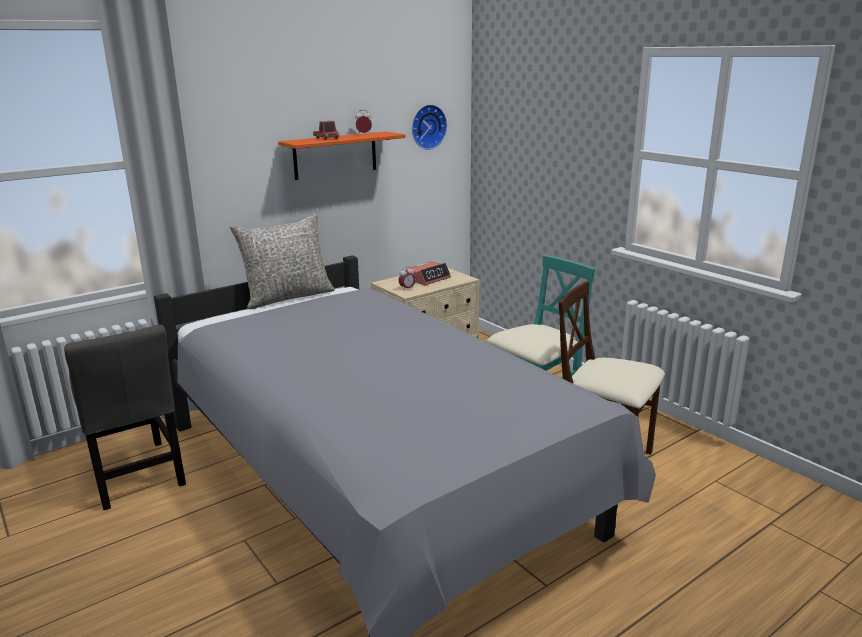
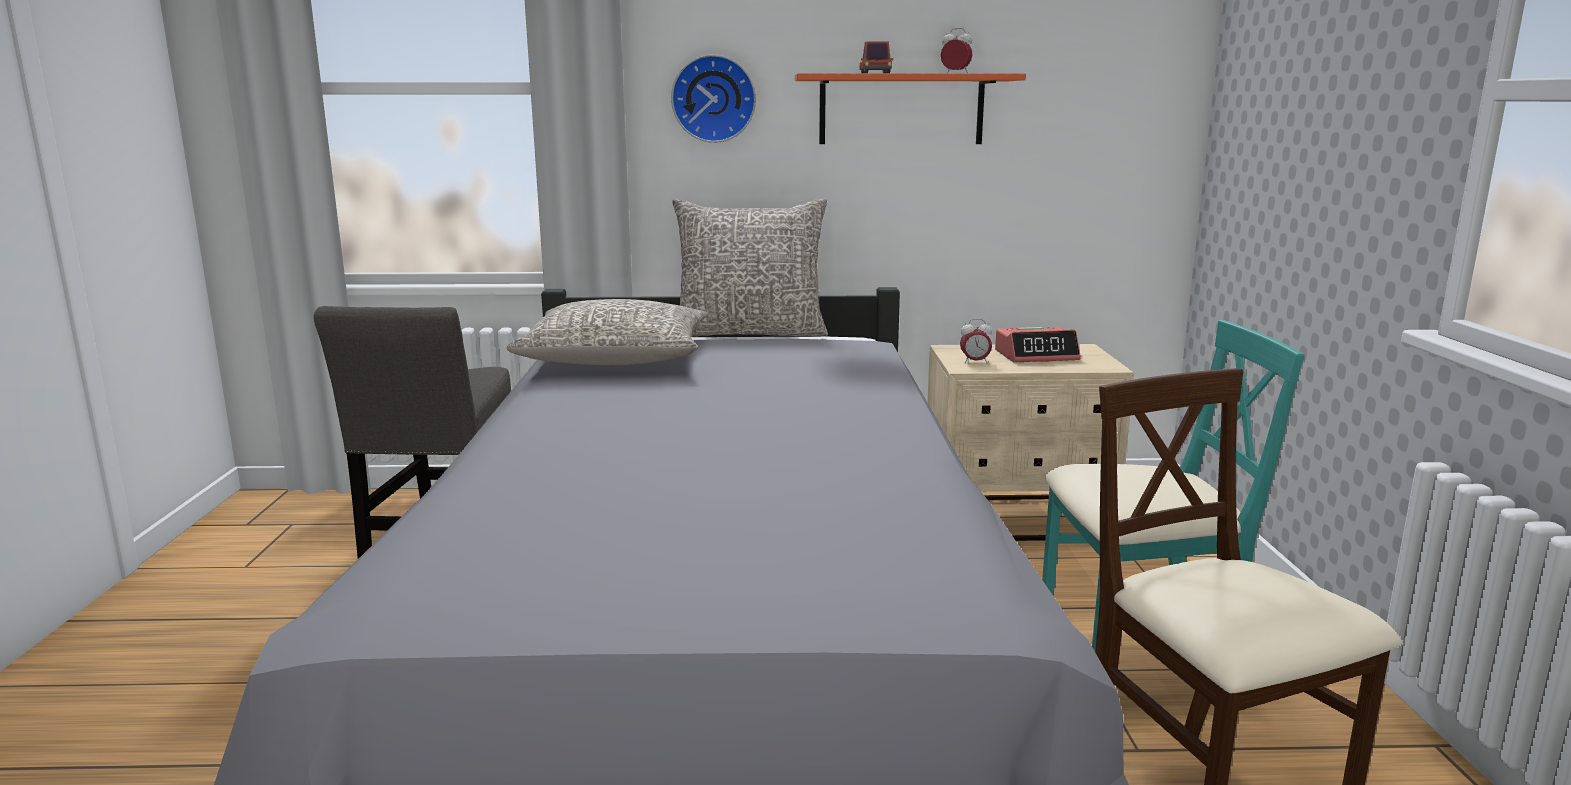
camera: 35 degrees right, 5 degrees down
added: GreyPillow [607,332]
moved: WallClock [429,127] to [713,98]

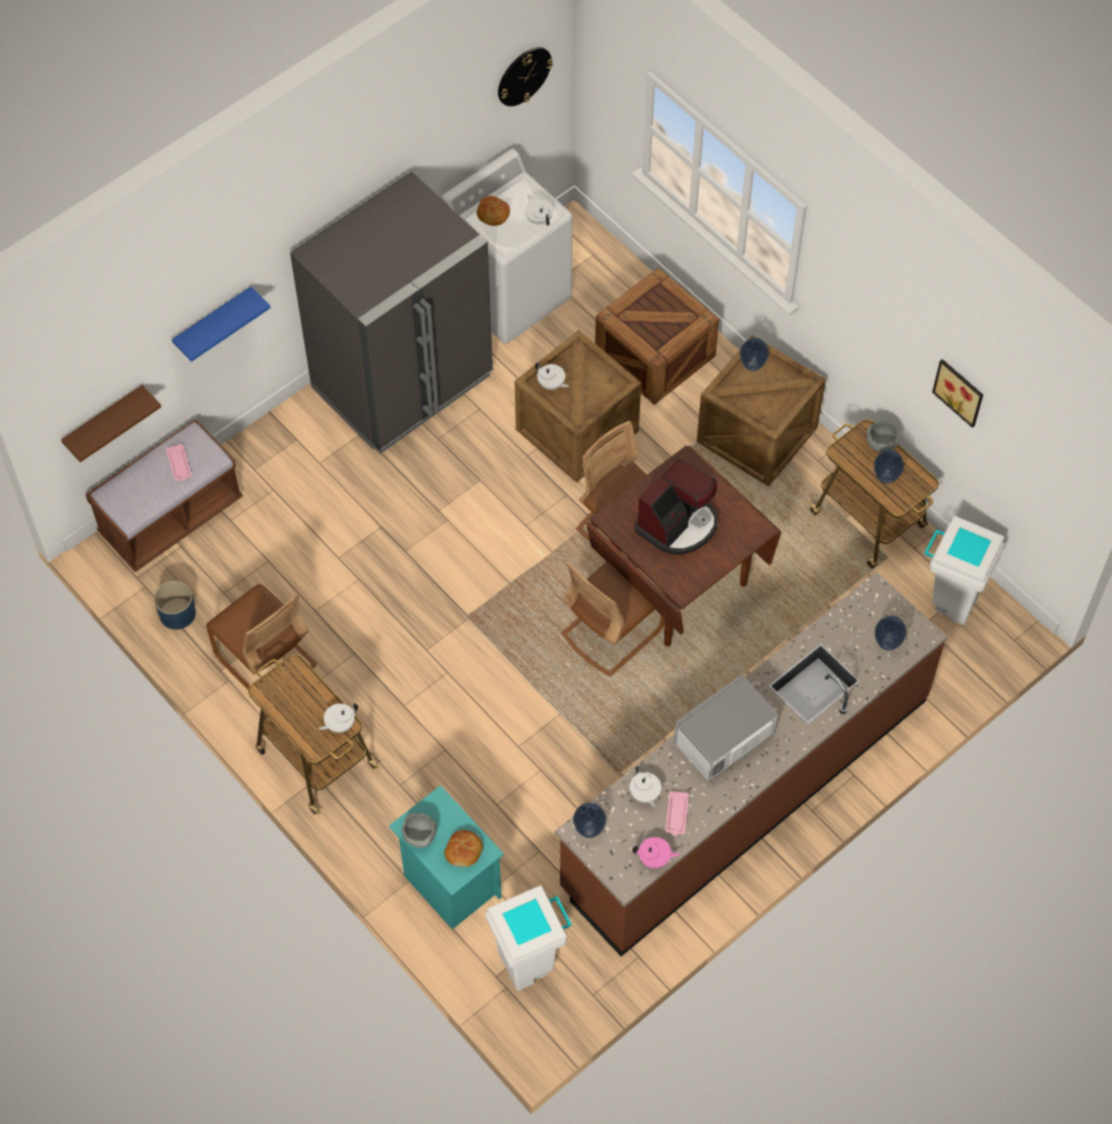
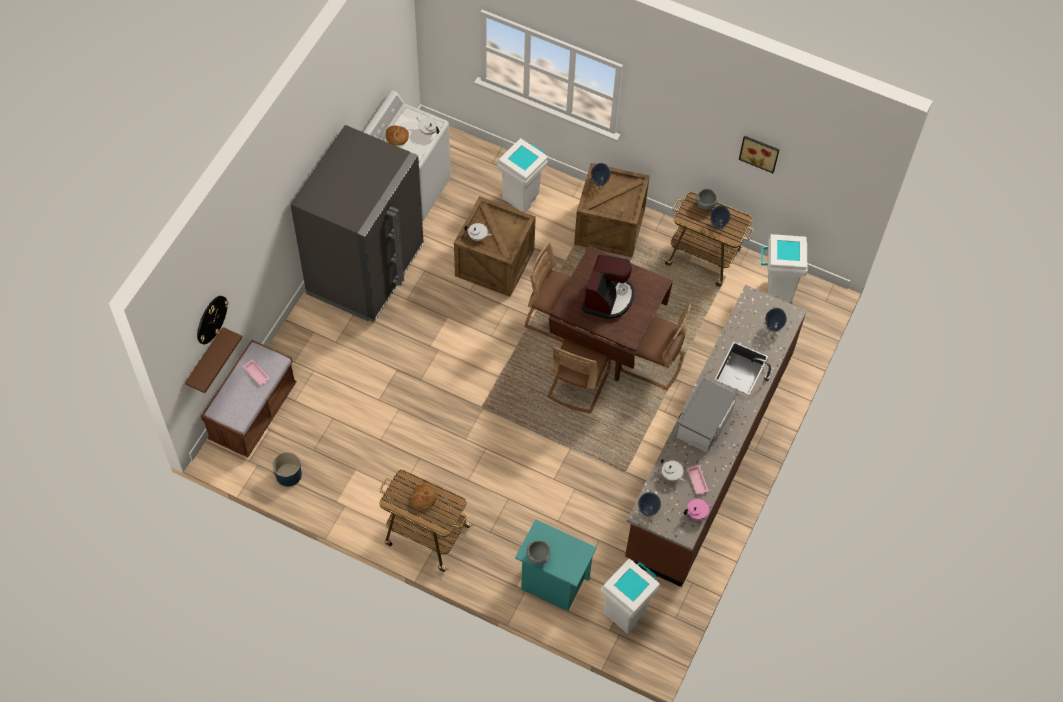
camera: 25 degrees left, 0 degrees up
removed: BlueShelf [221,324]; WhiteTeapot [338,718]
moved: BrownChair [261,642] to [656,346]; Bread [463,848] to [424,497]; WallClock [525,76] to [213,320]
replaced: Crate [657,336] to WhiteTrashCan [522,175]

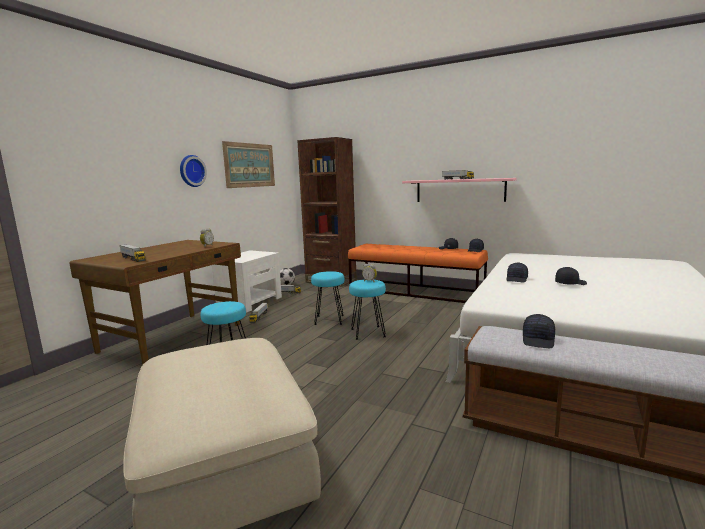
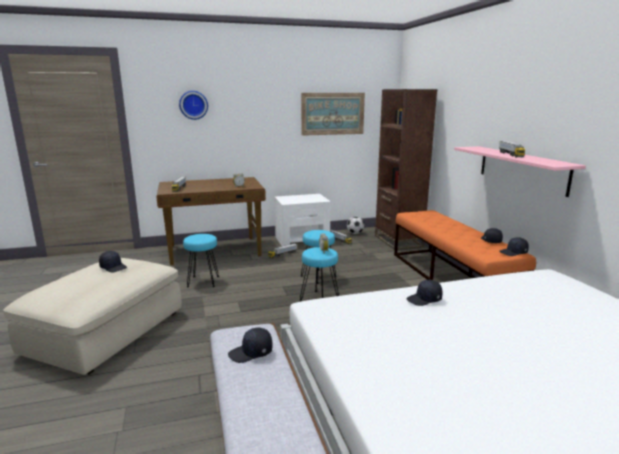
camera: 45 degrees right, 5 degrees up
moved: WallClock [193,171] to [193,105]; BlackCap [571,276] to [113,262]

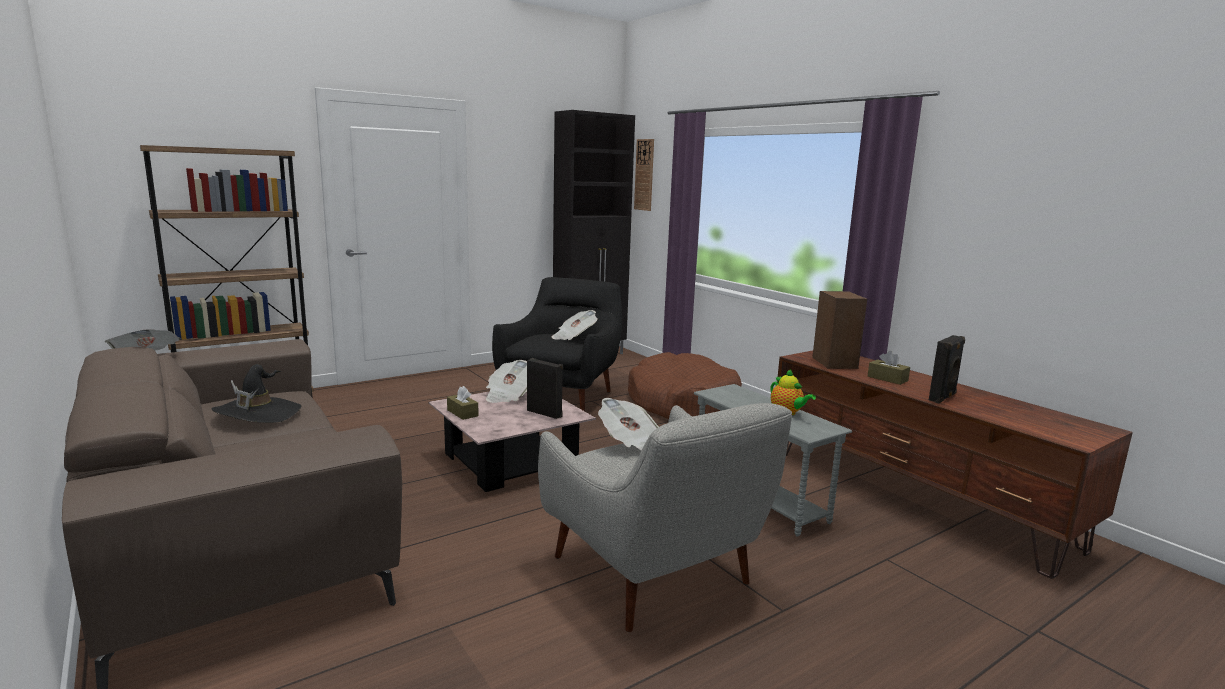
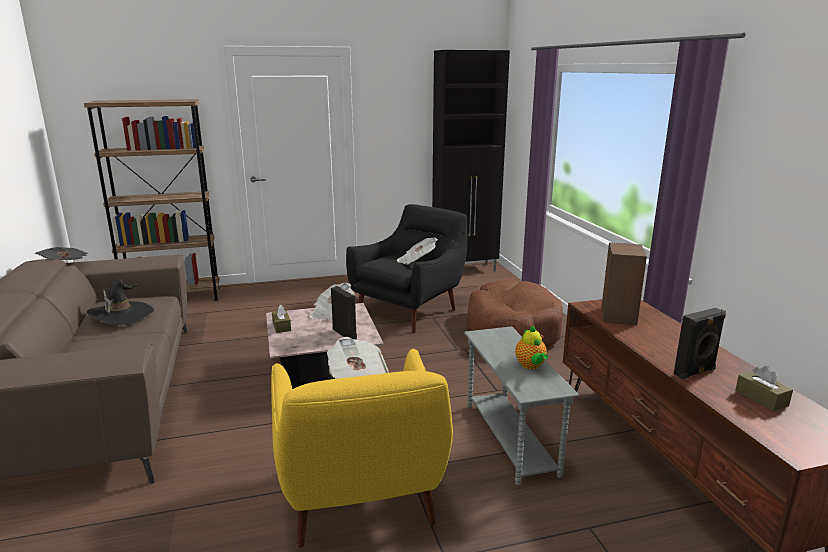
camera: 20 degrees right, 5 degrees up
removed: WallClock [644,175]
moved: BrownTissueBox [889,368] to [764,388]
recoloured: GreyArmchair [665,517] to YellowArmchair [362,448]

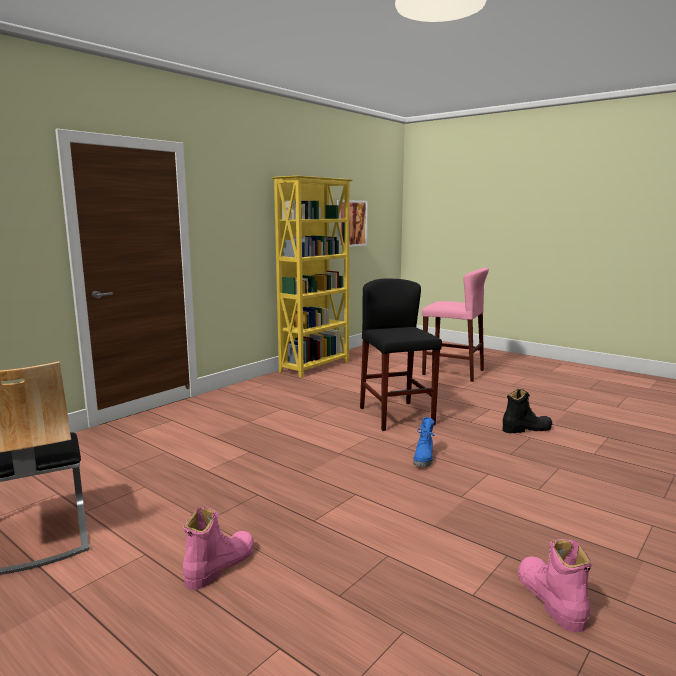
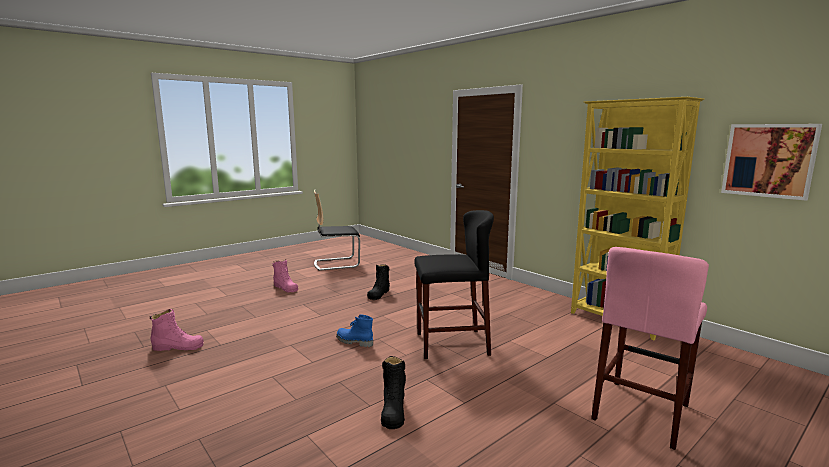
camera: 100 degrees right, 0 degrees up
added: BlackBoot [378,282]

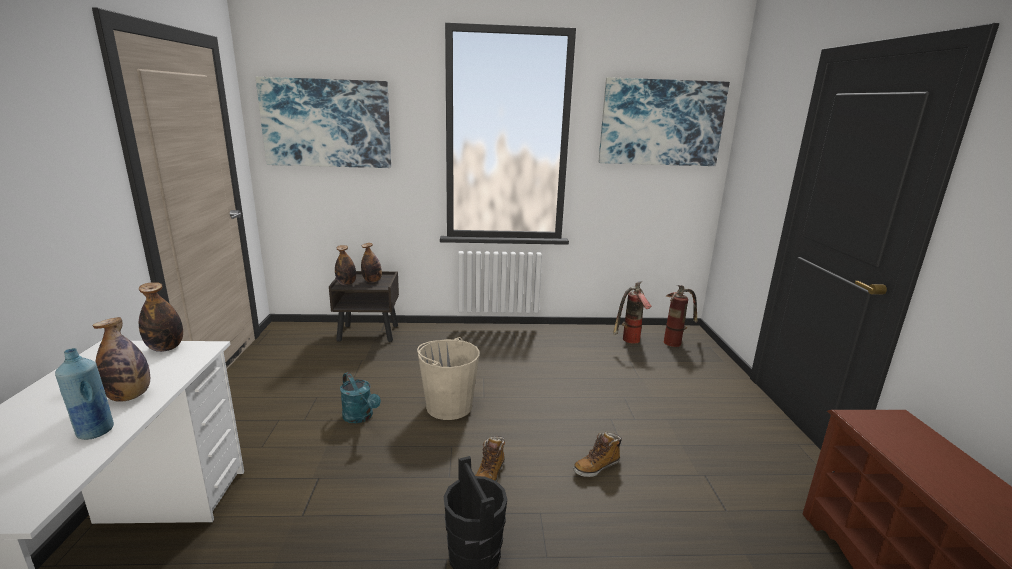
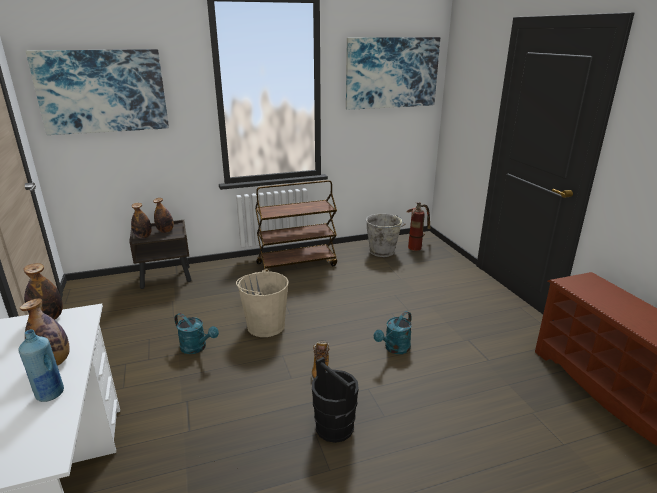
camera: 15 degrees left, 5 degrees up
added: BrownCart [296,225]
replaced: Boot [597,454] to TurquoiseWateringCan [393,332]; FireExtinguisher [632,312] to GreyBucket [386,235]

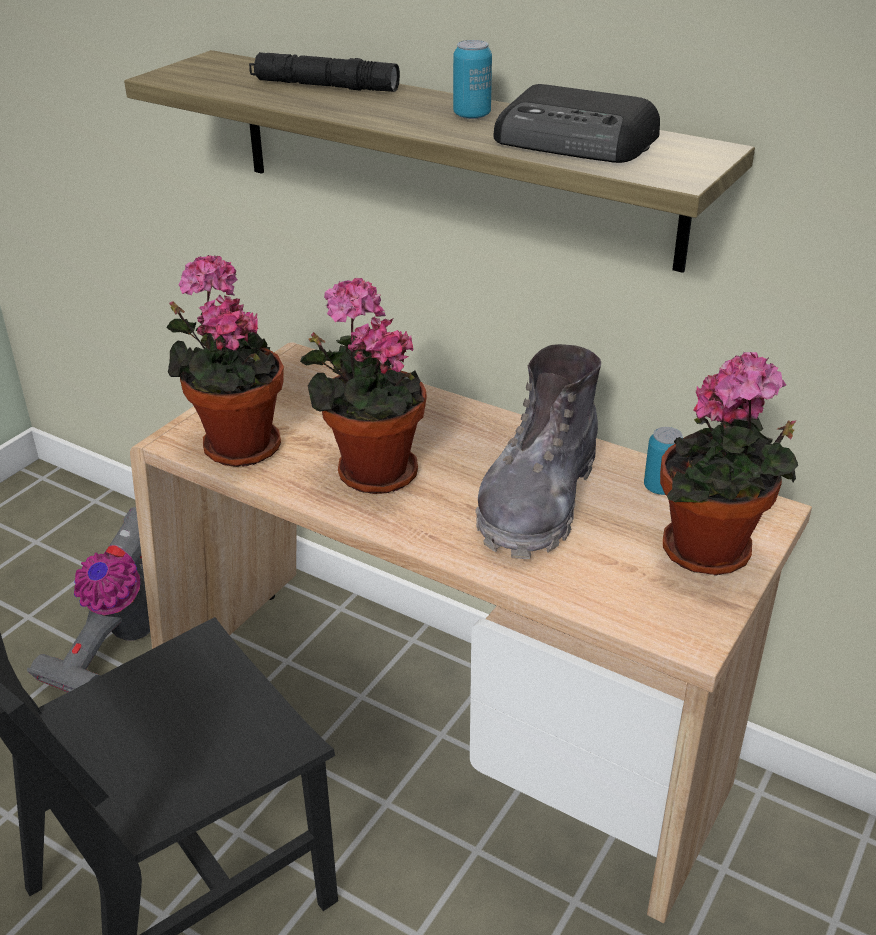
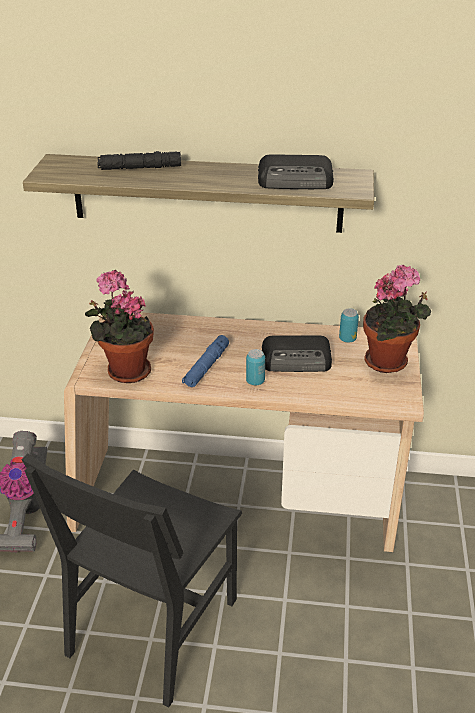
camera: 25 degrees left, 0 degrees up
moved: Can [472,79] to [255,367]
replaced: PottedPlant [363,386] to BlueFlashlight [205,361]; GreyBoot [538,451] to Radio [297,353]

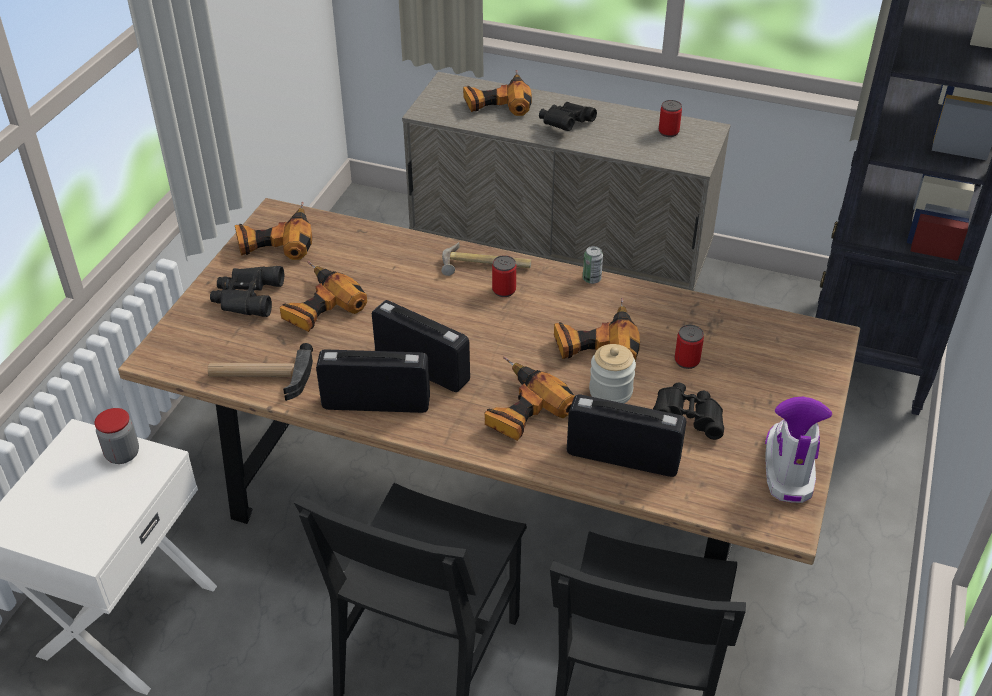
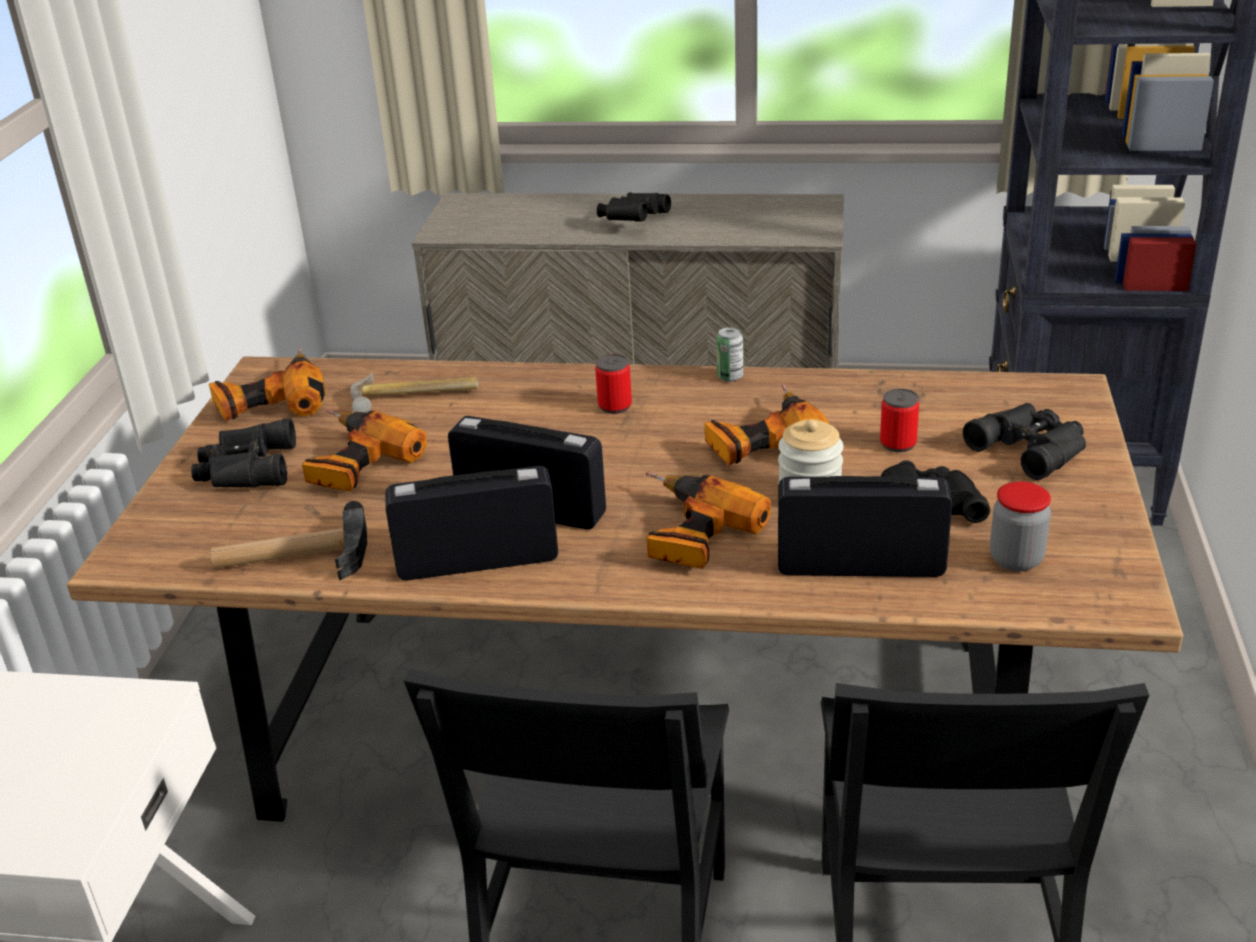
camera: 10 degrees left, 10 degrees down
removed: PowerDrill [497,93]; Can [670,118]; Boot [798,450]
added: BlackBinoculars [1024,441]
moved: Jar [117,436] to [1020,526]; Hammer [486,259] to [414,392]

